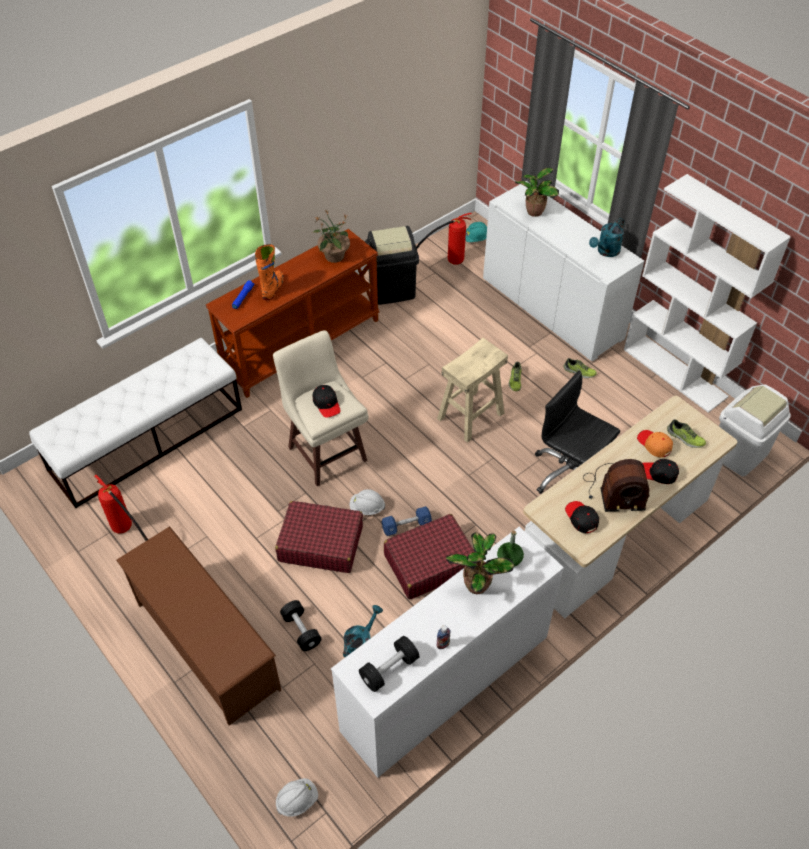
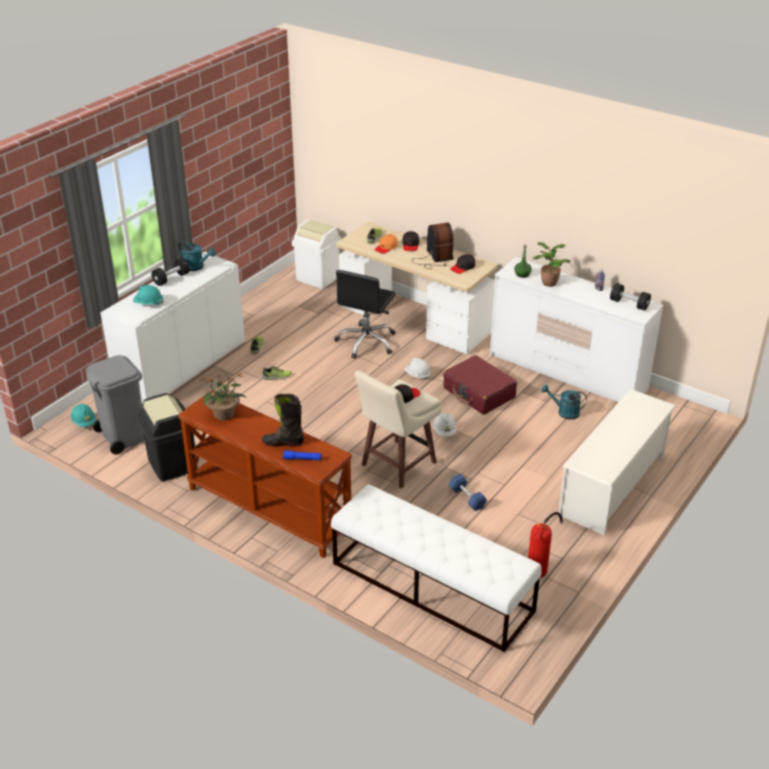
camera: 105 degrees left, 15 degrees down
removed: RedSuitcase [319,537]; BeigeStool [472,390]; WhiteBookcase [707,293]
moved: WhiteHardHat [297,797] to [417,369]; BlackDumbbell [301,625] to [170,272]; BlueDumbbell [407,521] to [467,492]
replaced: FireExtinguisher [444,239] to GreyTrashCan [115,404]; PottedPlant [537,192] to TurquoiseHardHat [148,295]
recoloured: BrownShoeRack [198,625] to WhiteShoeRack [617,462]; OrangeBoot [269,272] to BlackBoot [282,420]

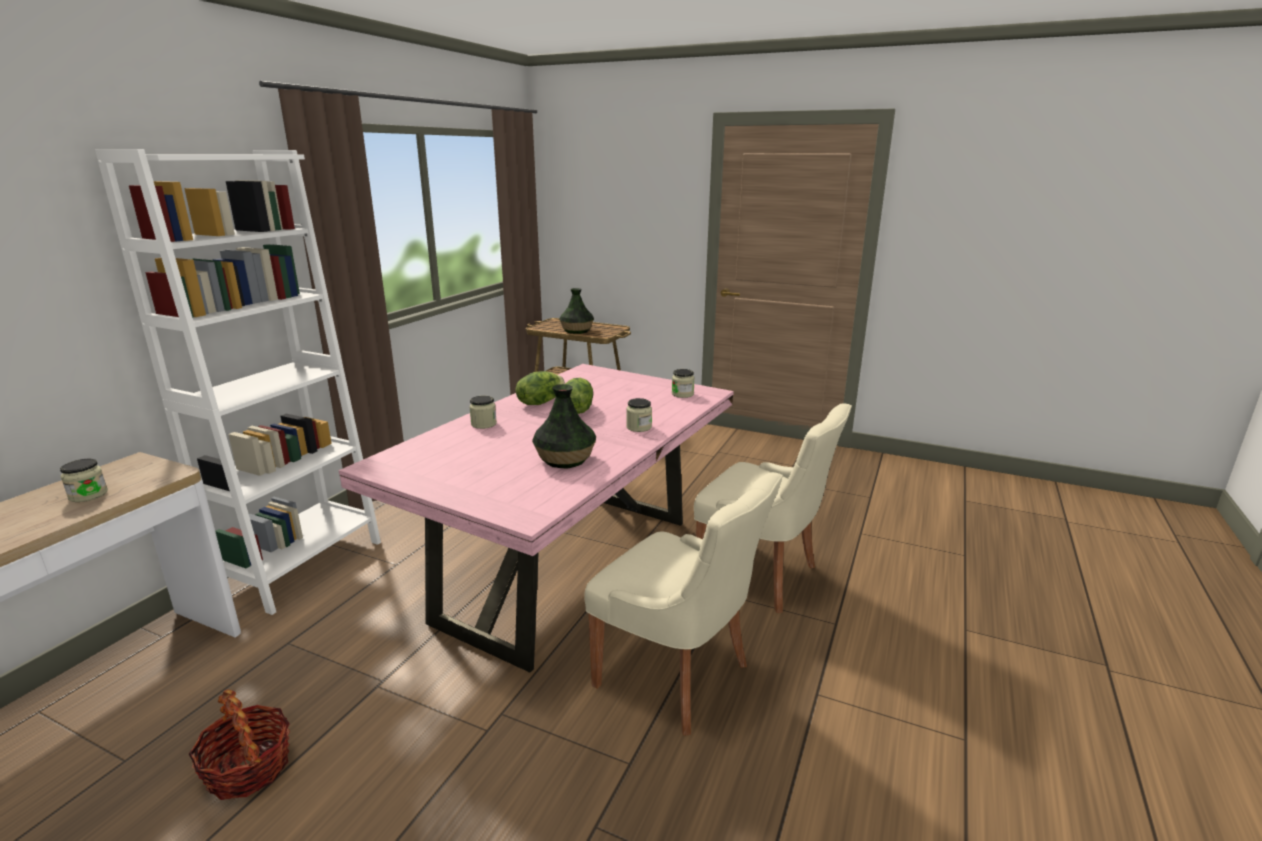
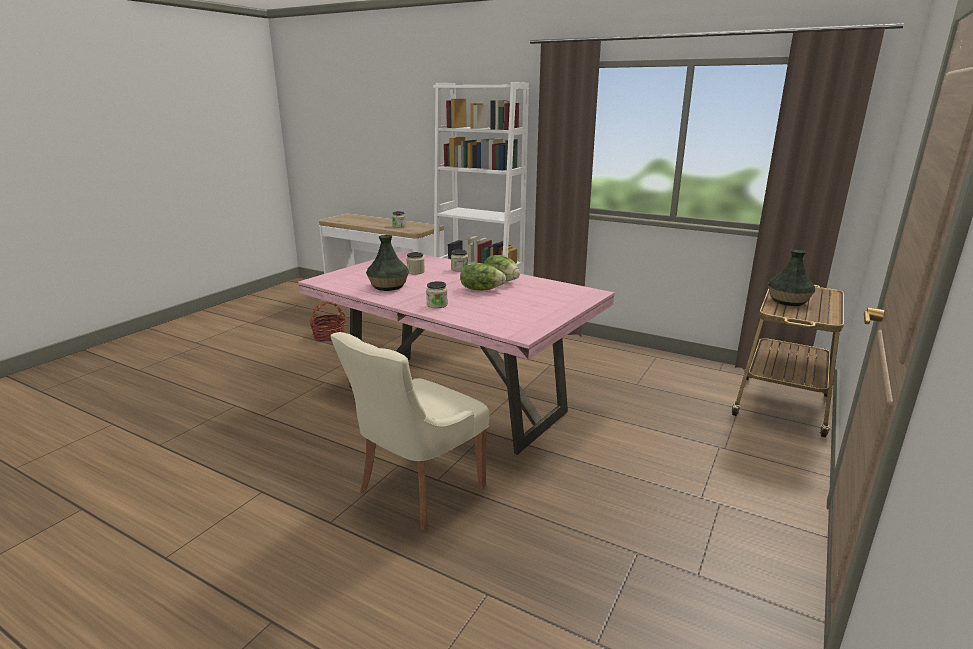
camera: 95 degrees right, 0 degrees up
removed: BeigeChair [683,604]
moved: Jar [683,383] to [415,263]

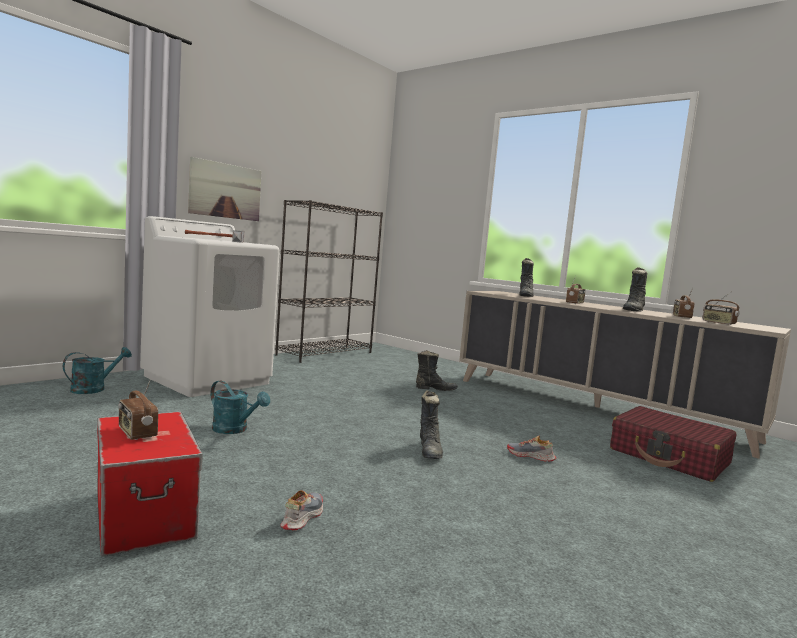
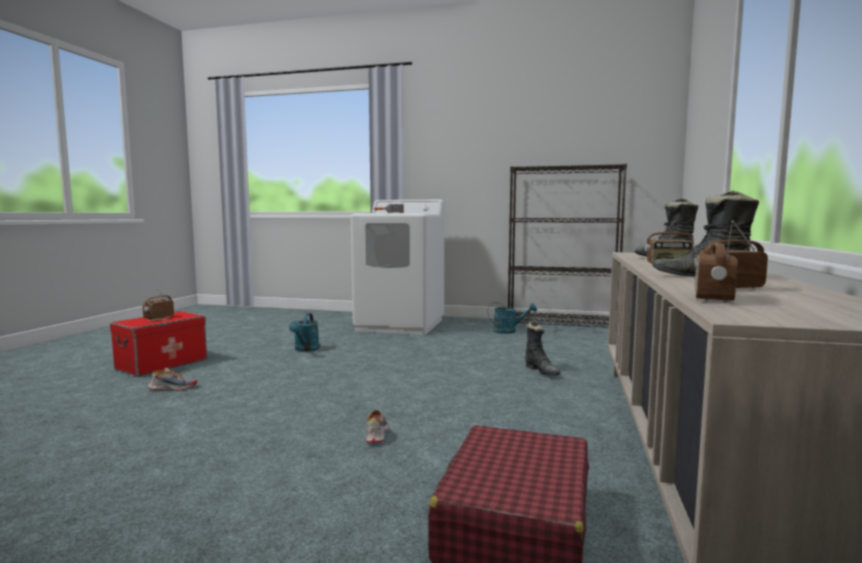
camera: 65 degrees right, 0 degrees up
removed: Picture [225,189]; BlackBoot [431,424]
moved: TurquoiseWateringCan [97,370] to [512,318]

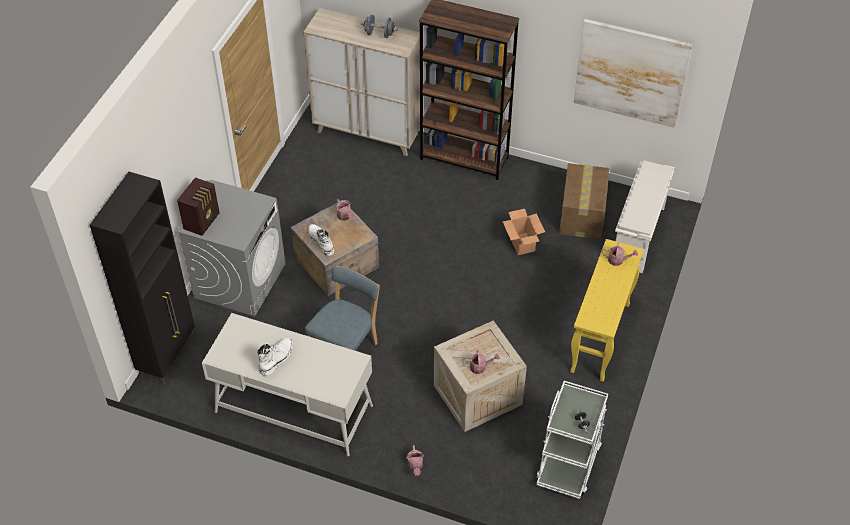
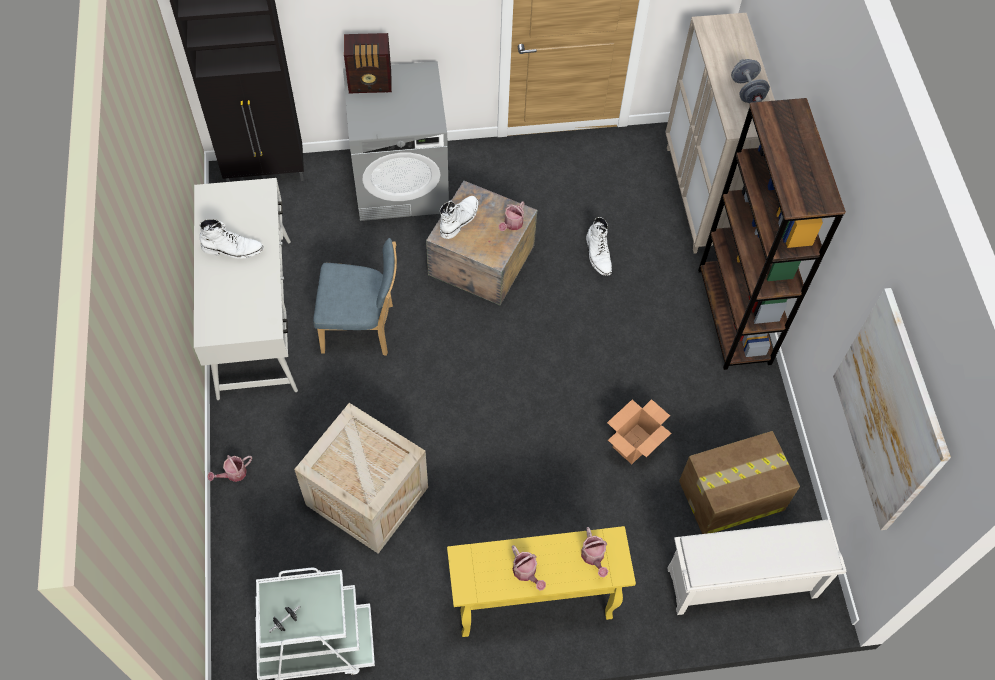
camera: 60 degrees right, 10 degrees up
added: WhiteBoot [599,246]
moved: WateringCan [481,362] to [529,568]

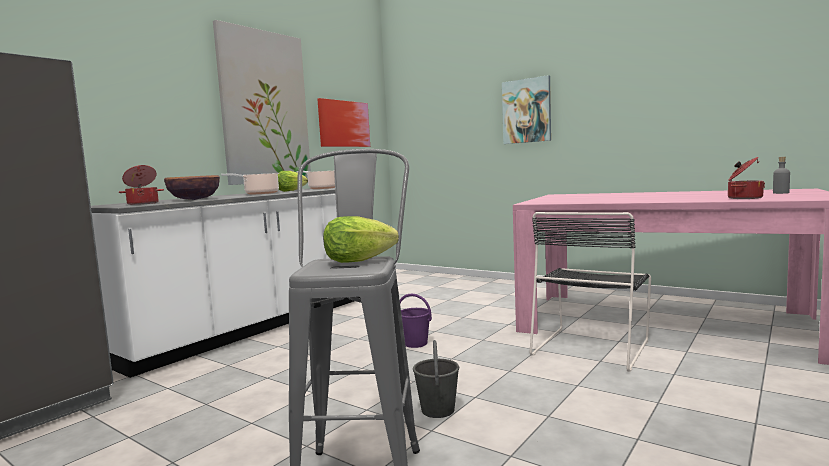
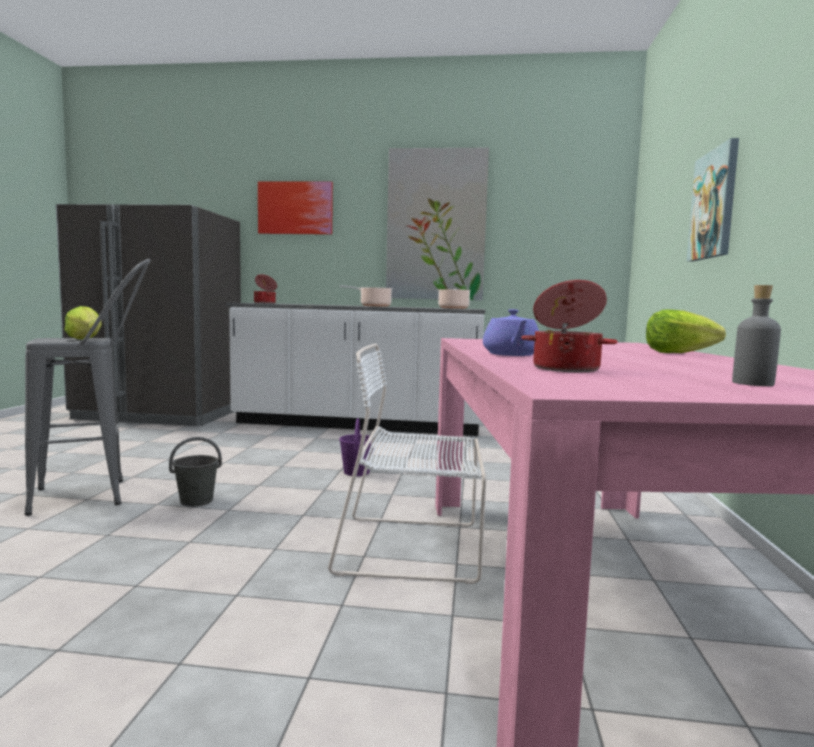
camera: 60 degrees right, 0 degrees up
removed: Bowl [192,187]
added: PurpleTeapot [511,332]
moved: Lettuce [293,181] to [686,331]; Picture [344,122] to [295,208]
recoloured: BlackChair [590,292] to WhiteChair [407,464]

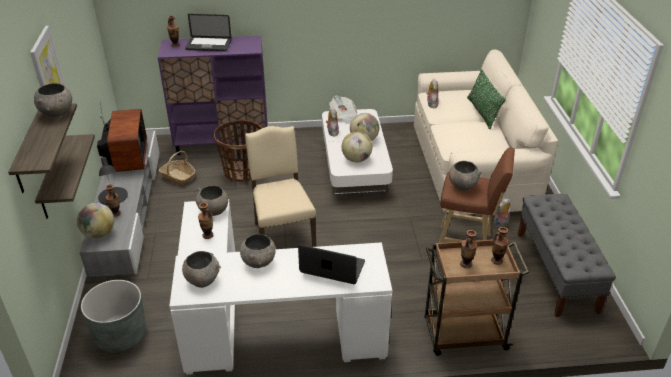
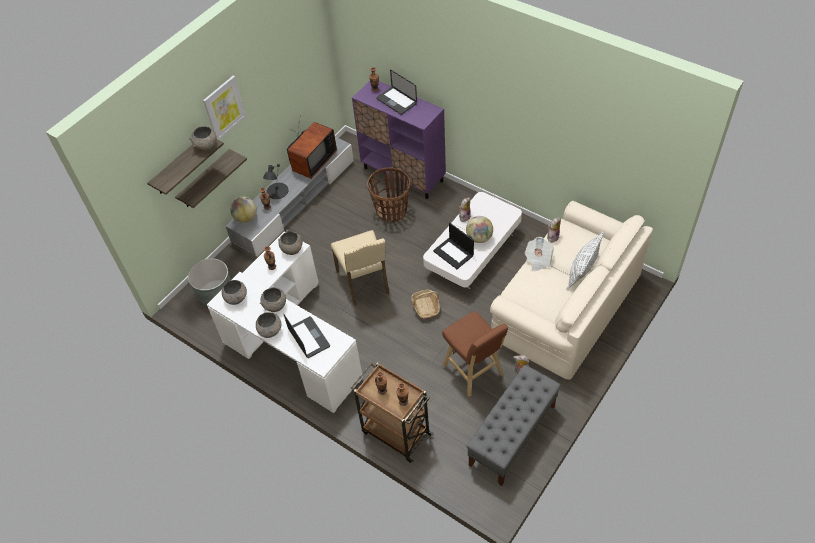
camera: 45 degrees right, 15 degrees up
moved: Basket [177,168] to [425,304]; Newspaper [343,110] to [539,254]; GreyBowl [465,176] to [268,325]
replaced: Globe [357,147] to Laptop [453,246]
recoloured: GreenPillow [486,99] to WhitePillow [585,260]
turned: BeigeChair [280,186] = [360,268] 135 degrees clockwise

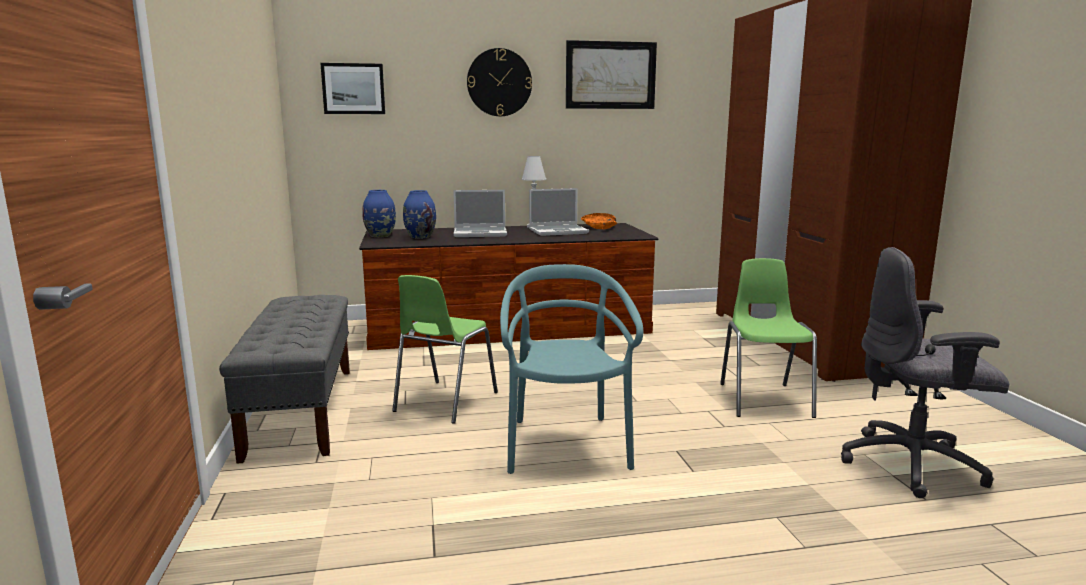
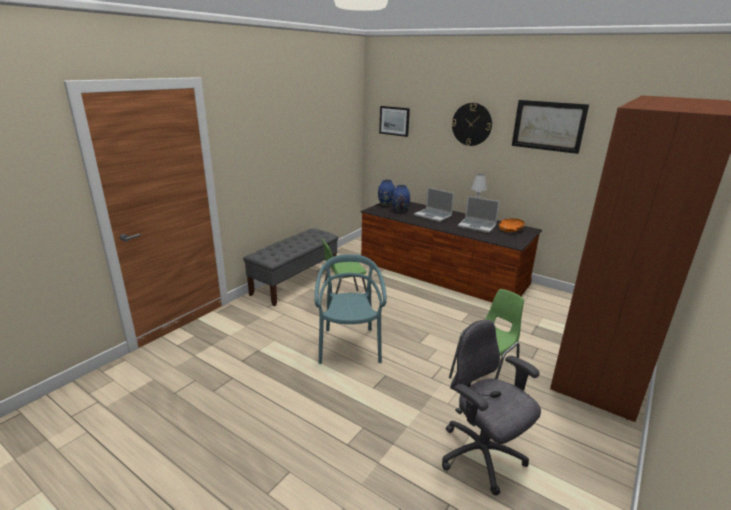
camera: 45 degrees right, 10 degrees up
turned: TurquoiseChair [571,369] = [351,309] 45 degrees counterclockwise

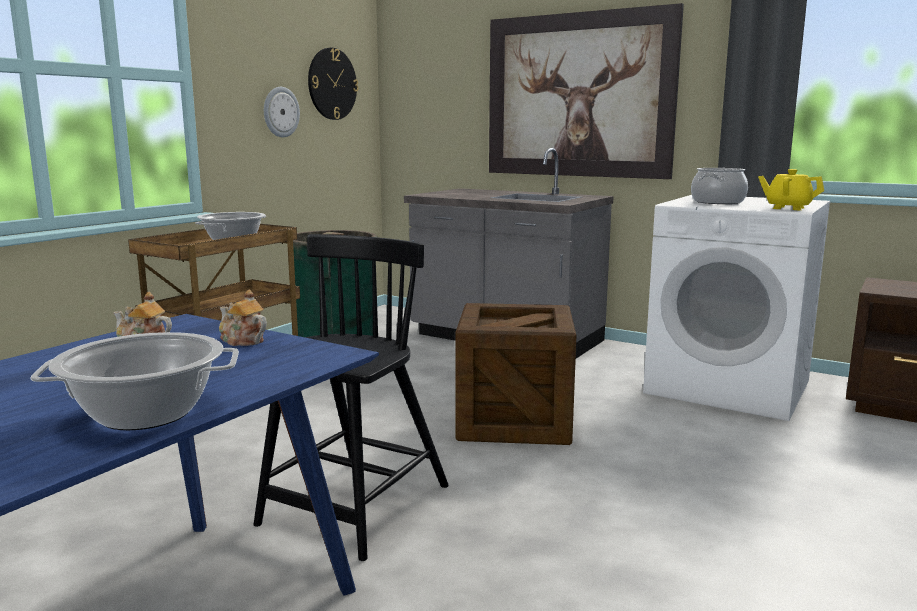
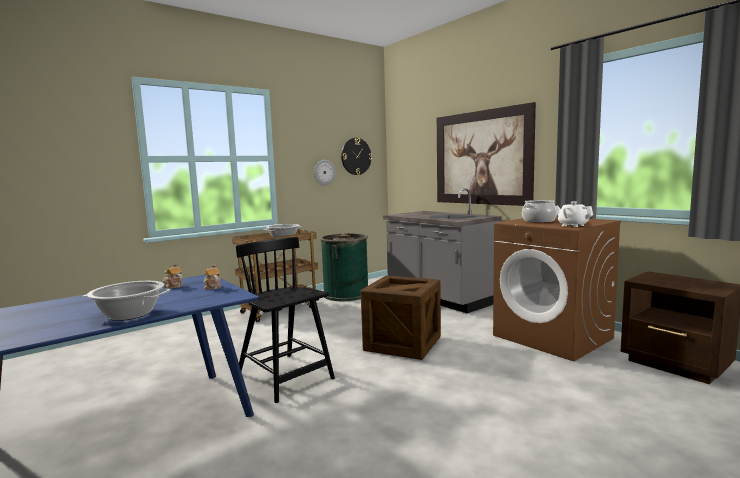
camera: 20 degrees right, 5 degrees down
recoloured: WhiteWashingMachine [736,308] to BrownWashingMachine [557,289]; YellowTeapot [791,189] to WhiteTeapot [573,214]
turned: BlackChair [351,397] = [285,320] 90 degrees counterclockwise

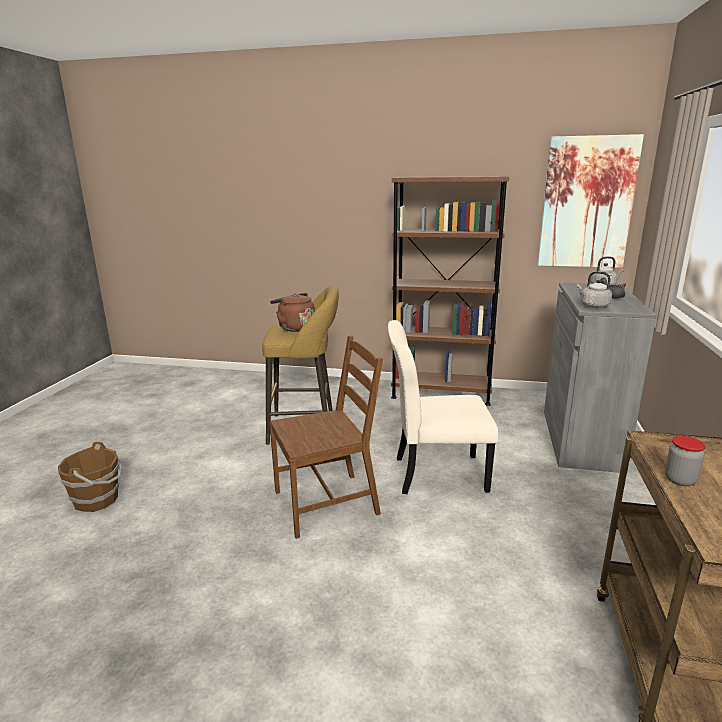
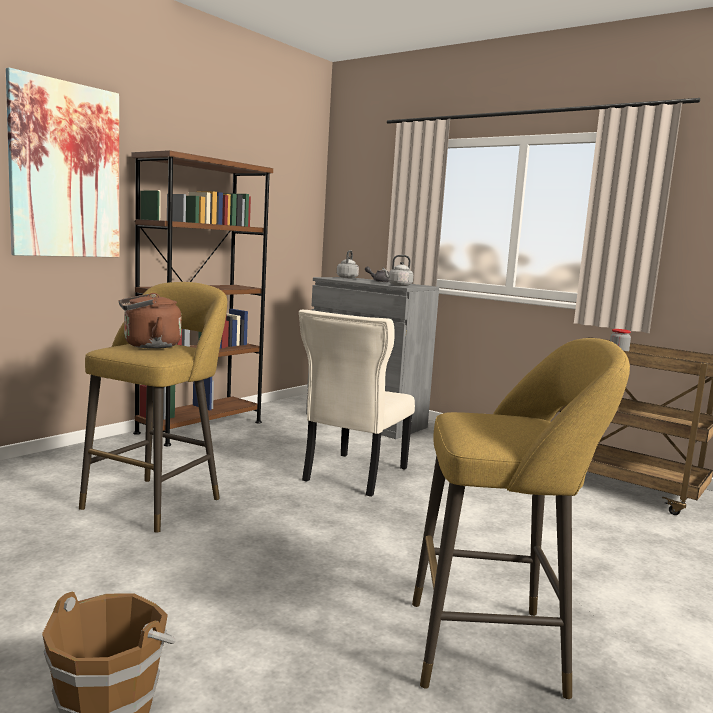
camera: 65 degrees left, 10 degrees down
removed: BrownChair [326,437]
added: YellowStool [521,518]
moved: Picture [591,201] to [62,162]

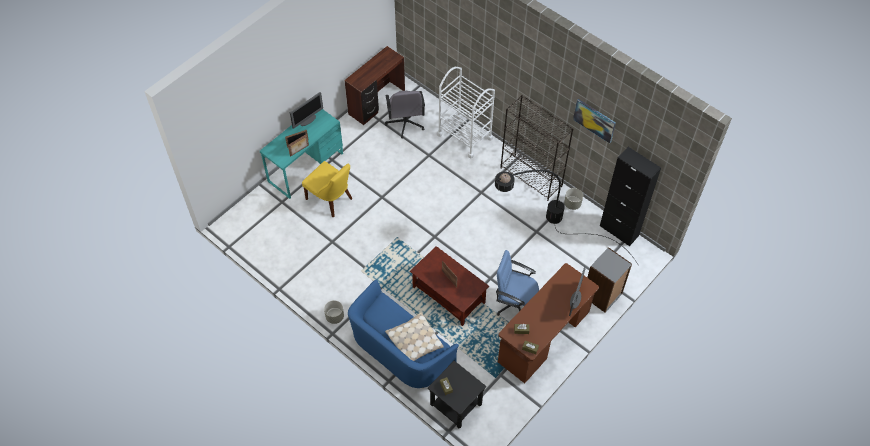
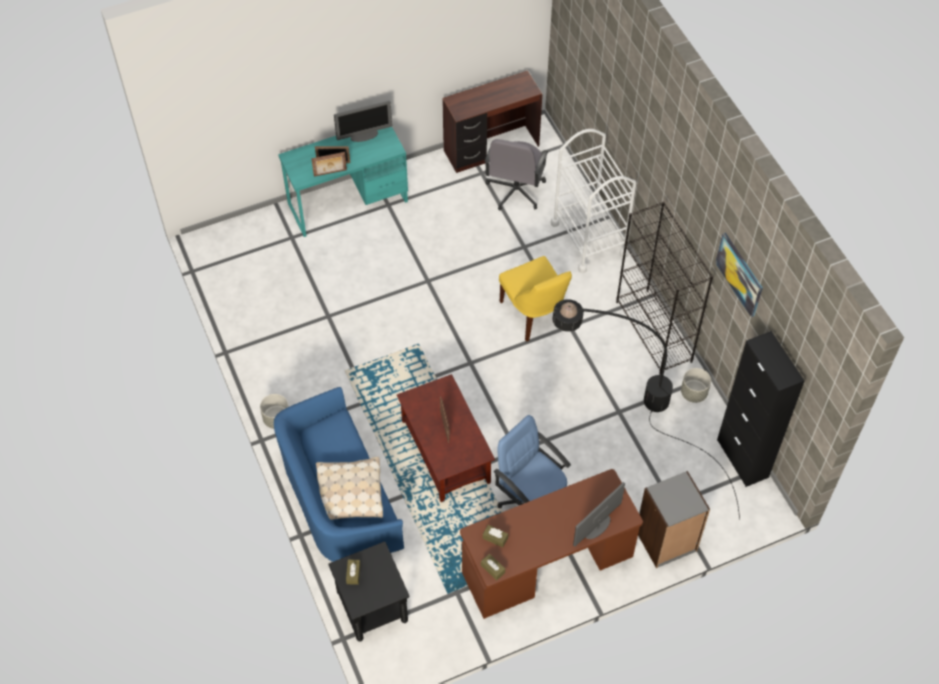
camera: 25 degrees right, 0 degrees up
moved: YellowChair [327,189] to [535,299]

